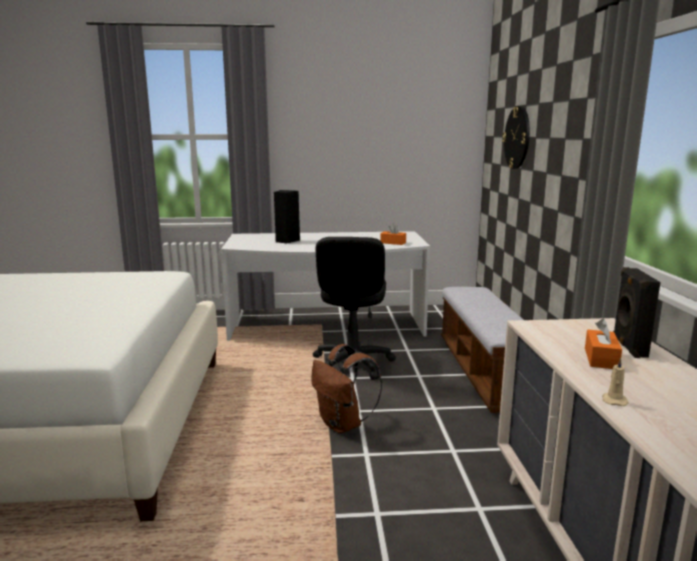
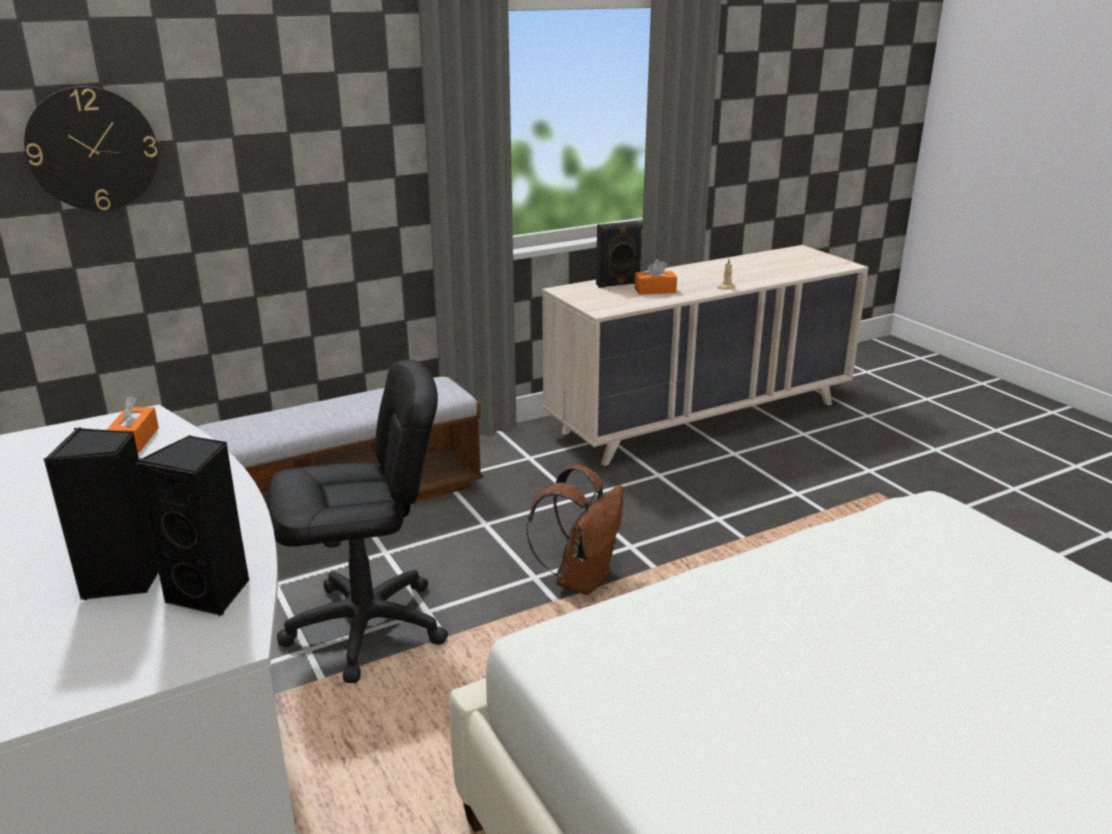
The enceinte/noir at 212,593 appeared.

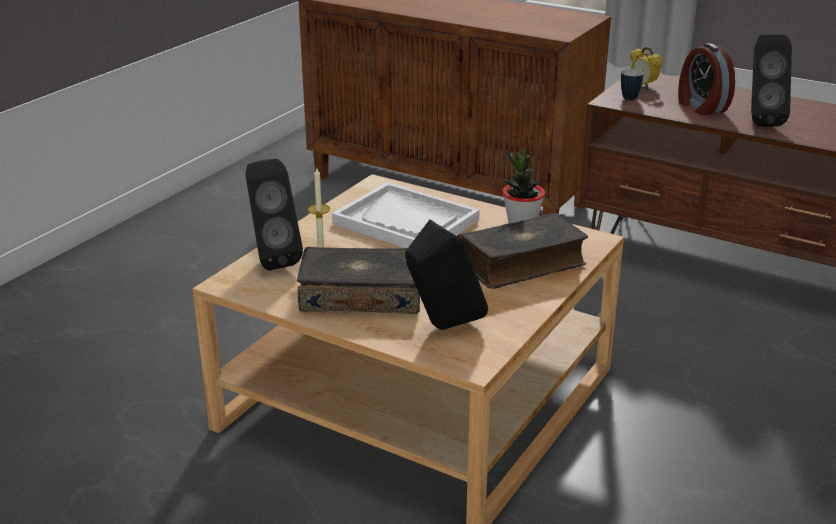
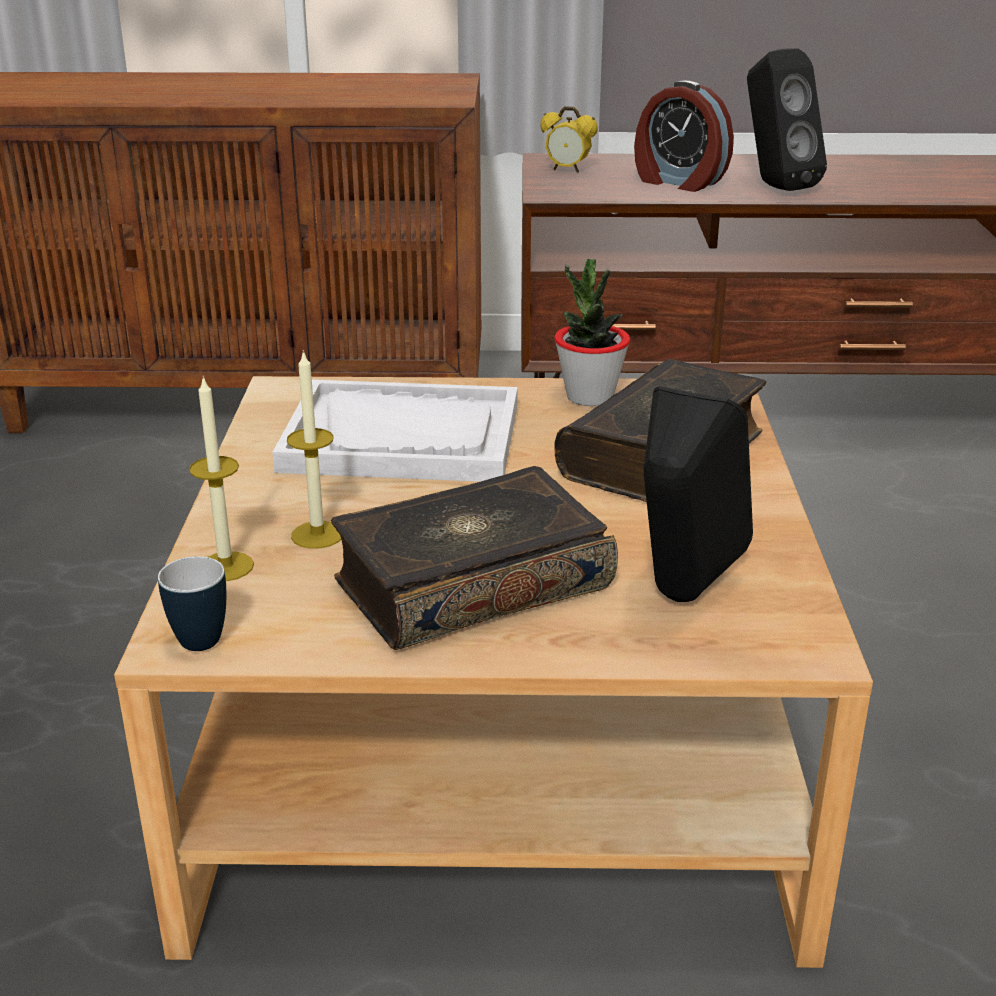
The mug moved from 629,97 to 198,635. The enceinte/noir at 271,259 was replaced by the bougie at 226,566.

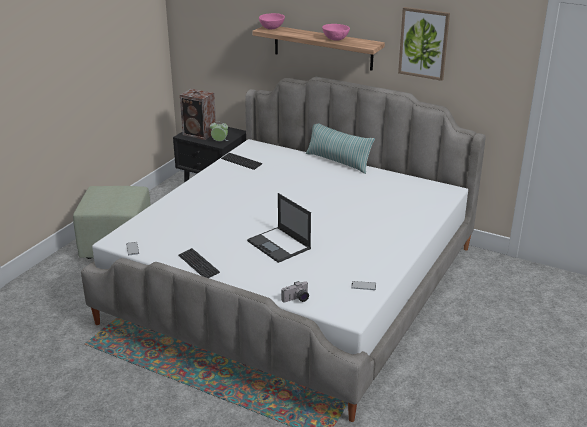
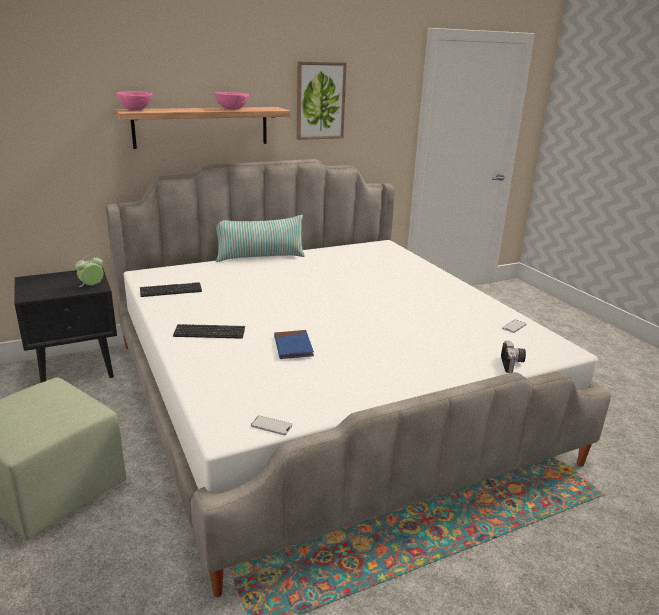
The clavier moved from 198,264 to 209,333. The livre/bleu at 293,347 appeared. The enceinte at 200,134 disappeared. The ordinateur portable at 279,245 disappeared.

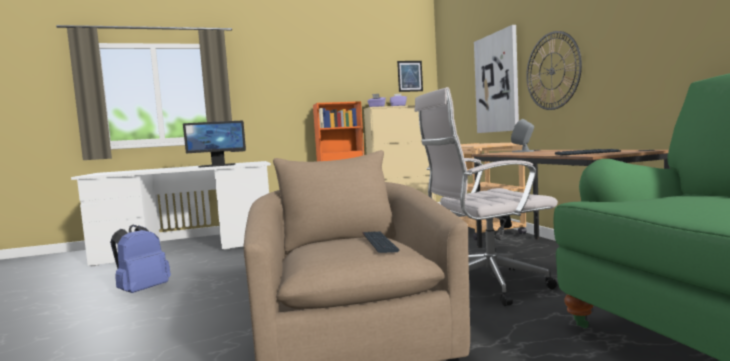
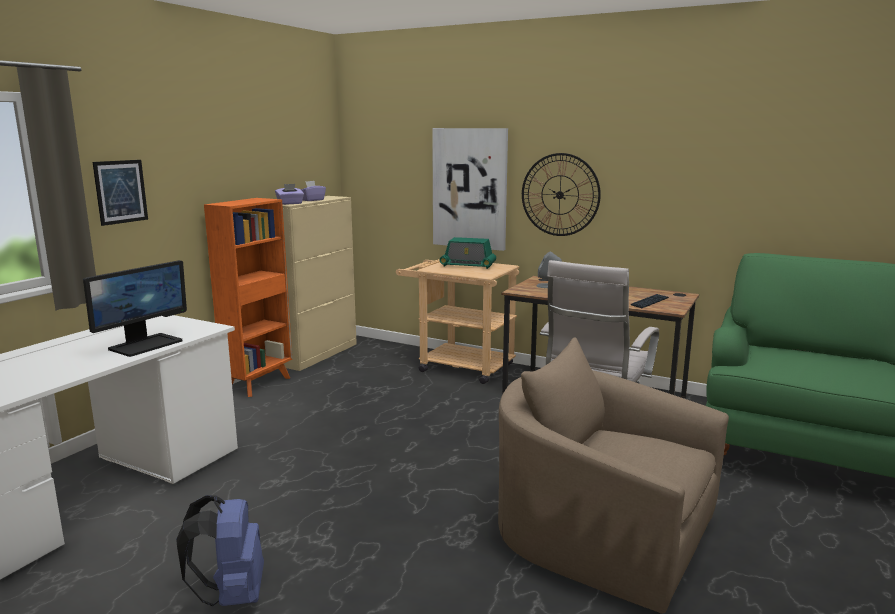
The tableau moved from 410,76 to 121,191. The radio at 468,265 appeared. The clavier at 379,243 disappeared.

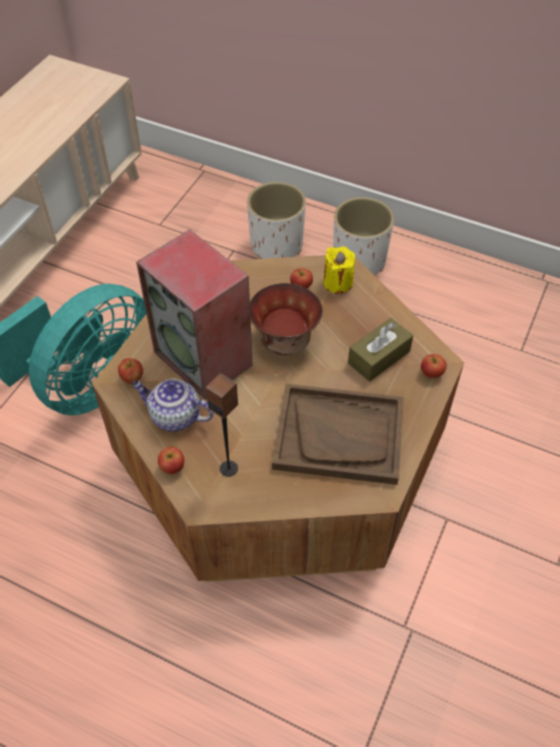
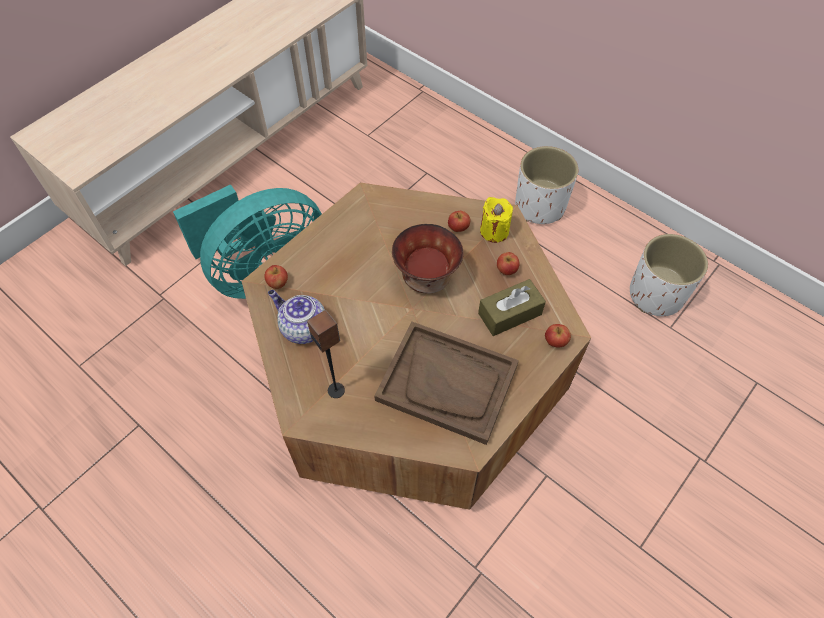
The pomme moved from 172,467 to 506,270. The cache-pot/blanc moved from 276,245 to 656,294. The enceinte at 205,358 disappeared.

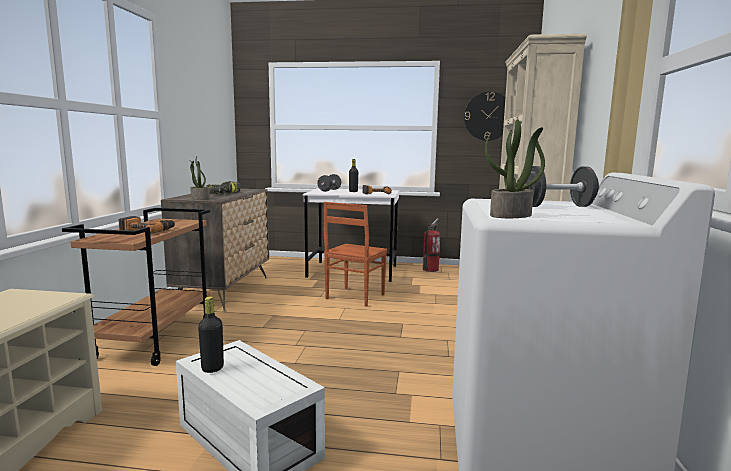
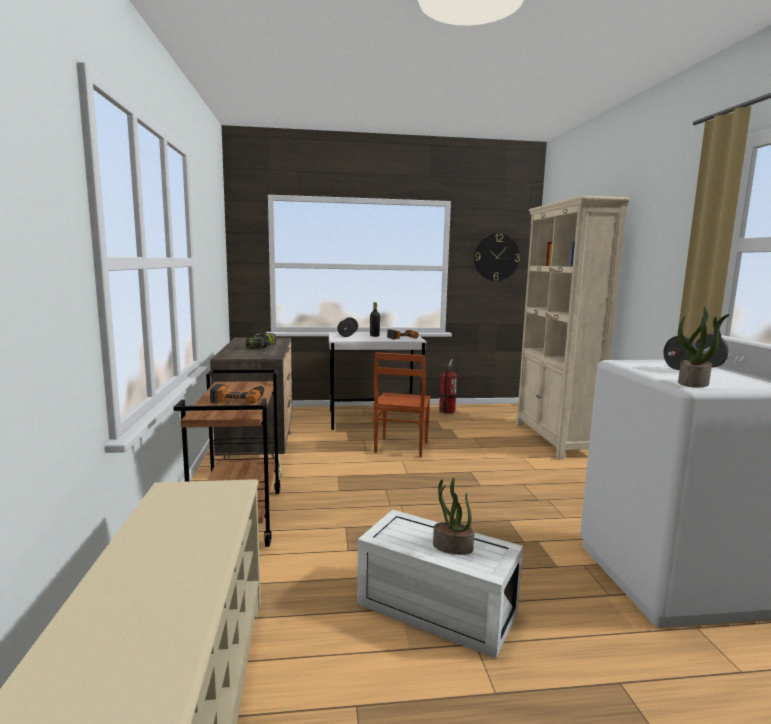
The plante en pot moved from 199,198 to 452,547. The bouteille/noir at 212,368 disappeared.

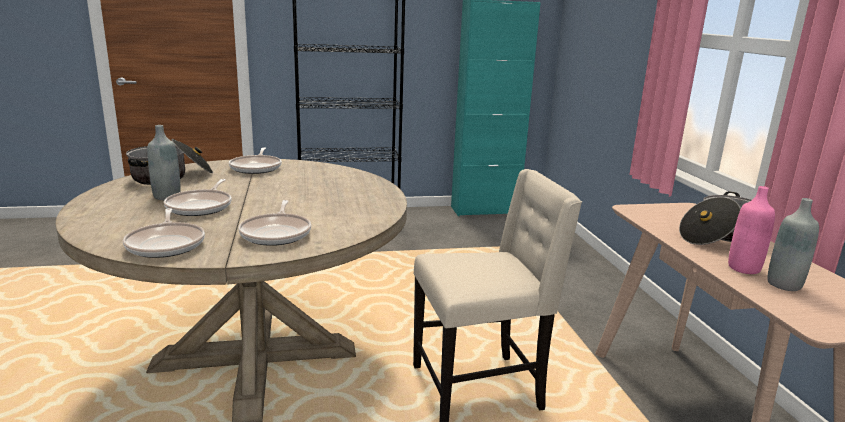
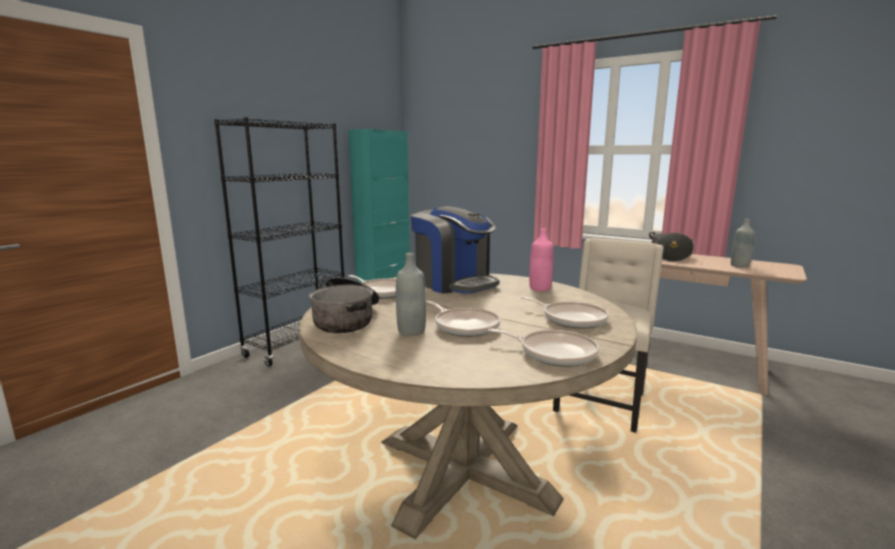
The machine à café at 454,283 appeared. The bouteille/rose moved from 743,268 to 540,288.

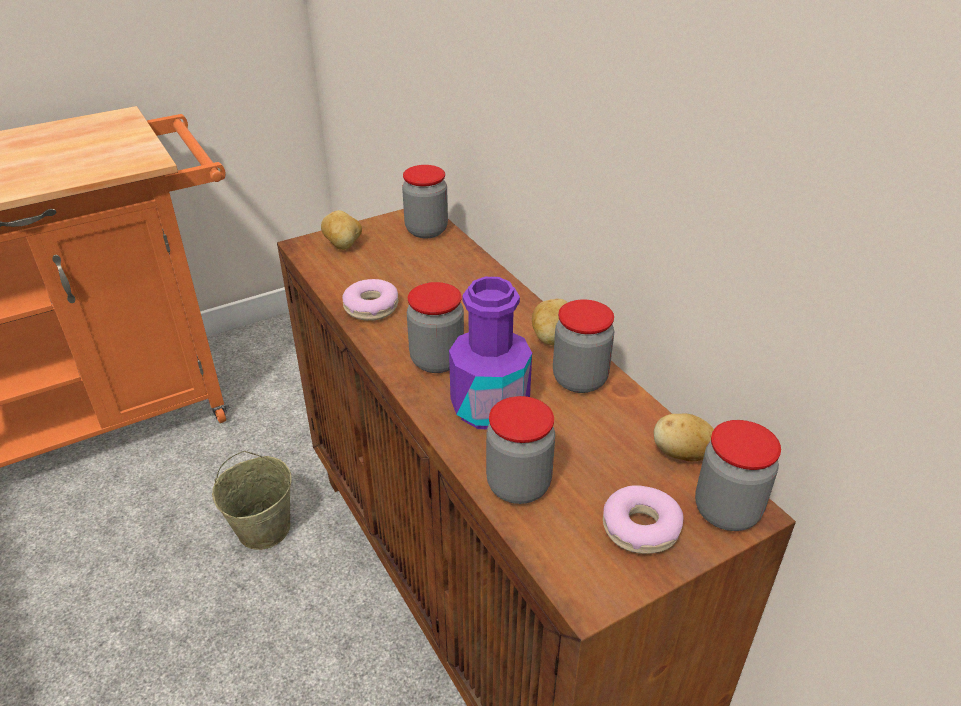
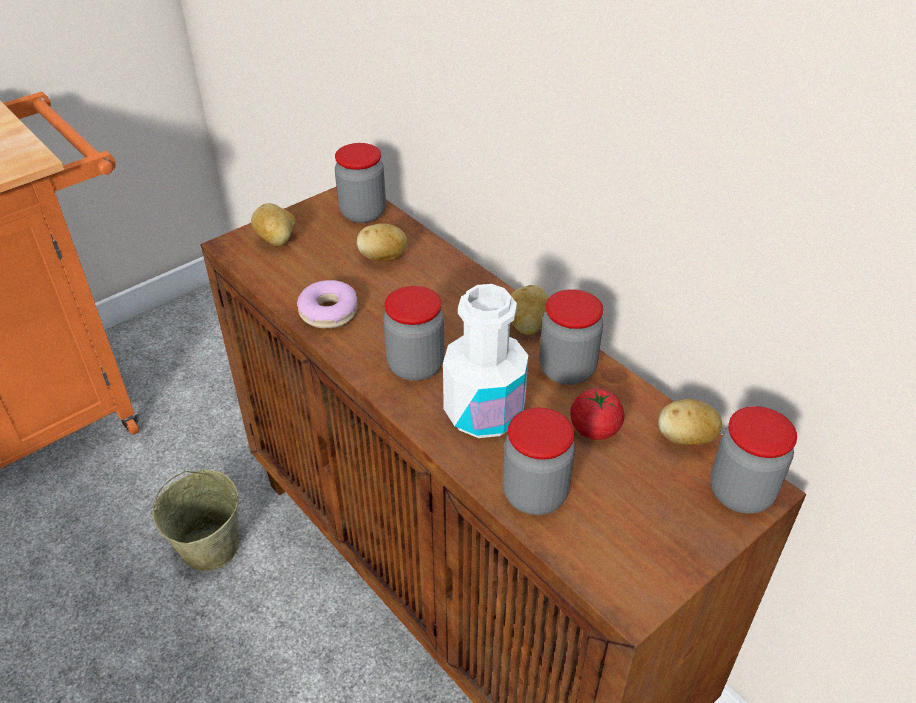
The pomme de terre at 383,258 appeared. The bouteille/violet at 490,407 became the bouteille/blanc at 484,412. The tomate at 594,429 appeared. The beignet at 641,528 disappeared.

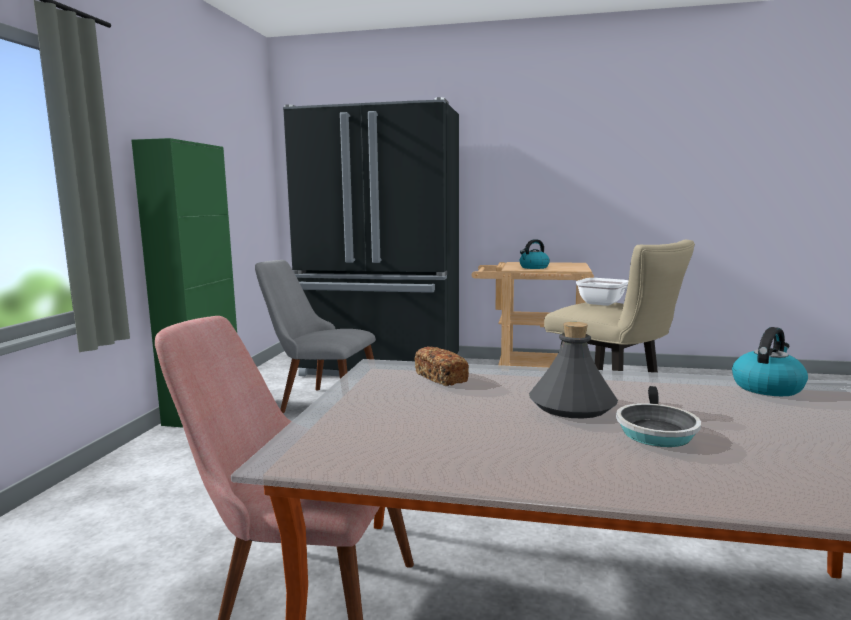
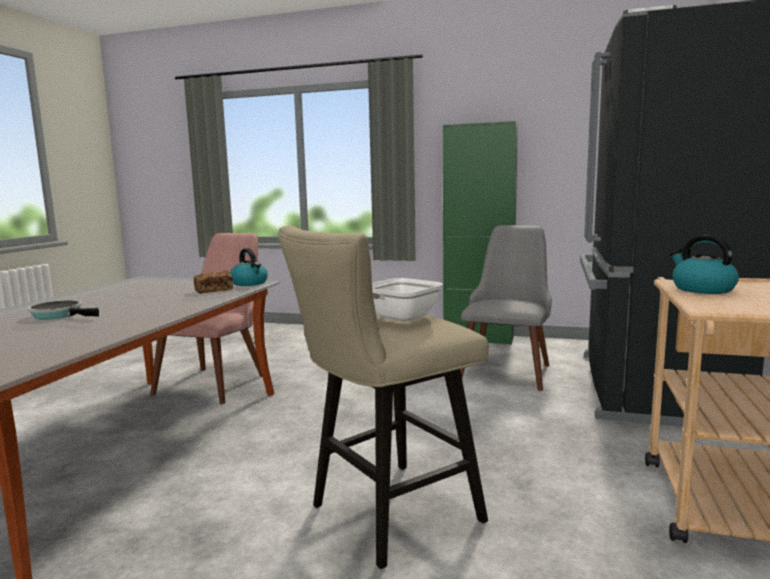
The bouilloire moved from 767,387 to 250,283. The bouteille/gris at 572,406 disappeared.

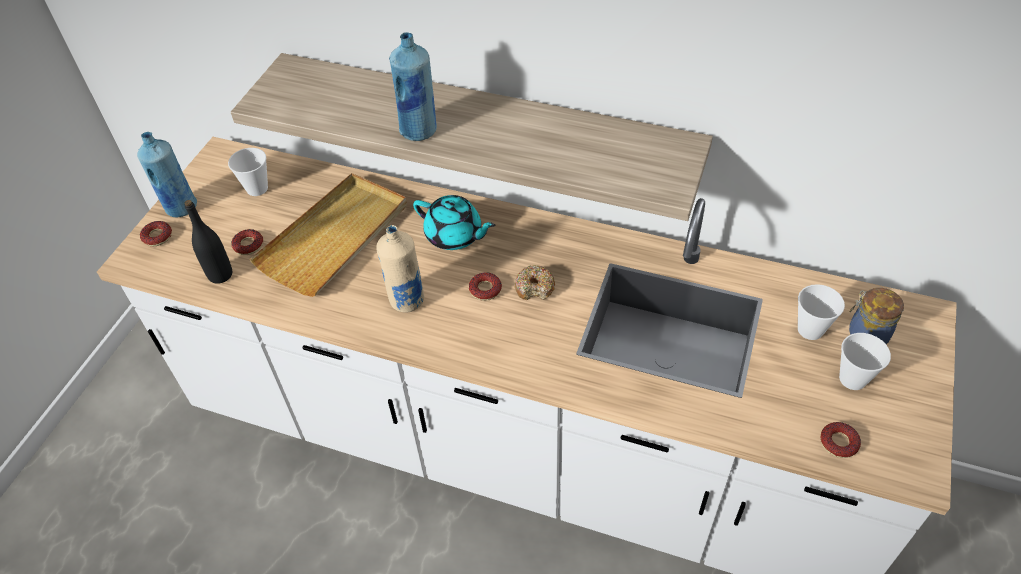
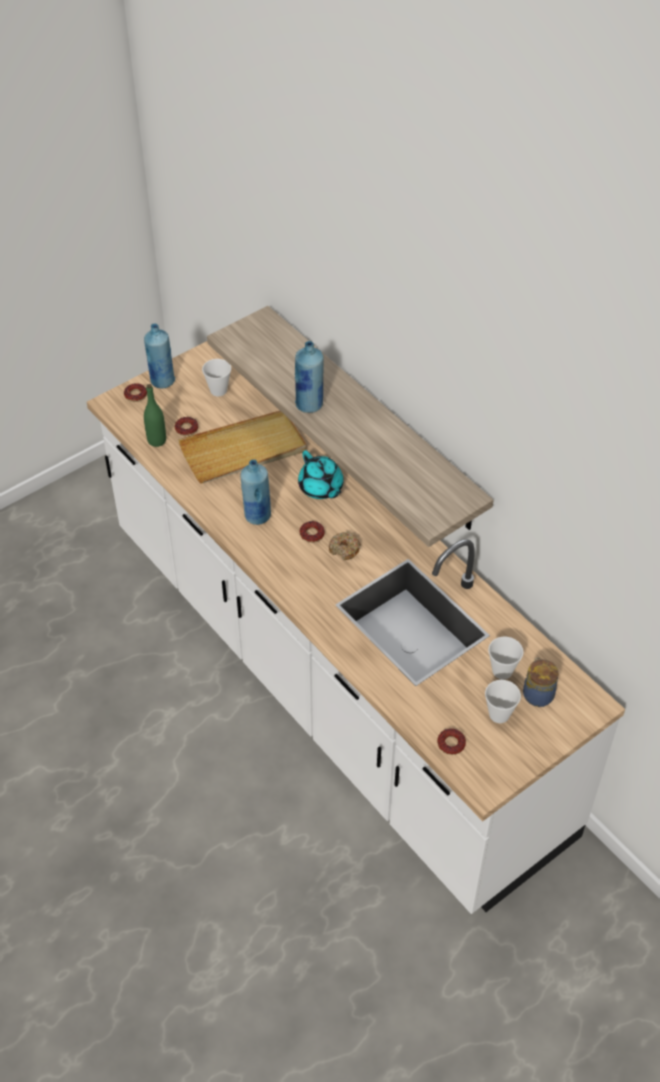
The bouteille/noir at 220,275 became the bouteille/vert at 157,440. The bouteille/beige at 406,301 became the bouteille/bleu at 257,516.

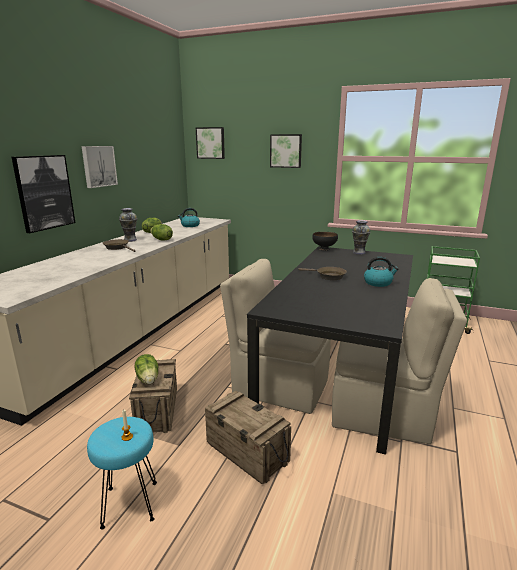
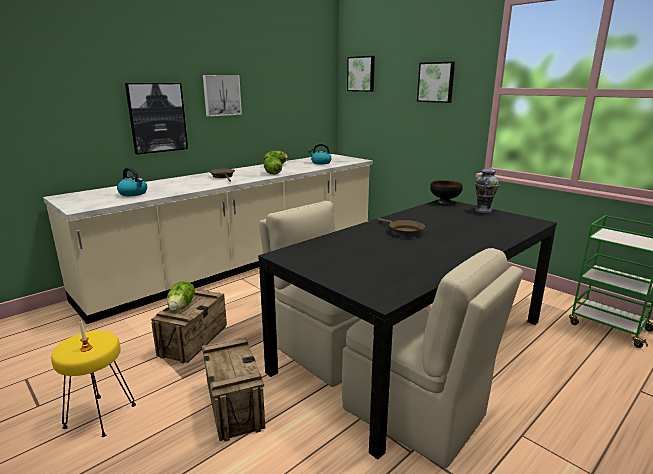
The tabouret/turquoise at 129,504 became the tabouret/jaune at 100,415. The bouilloire moved from 378,283 to 133,193. The vase at 130,240 disappeared.

